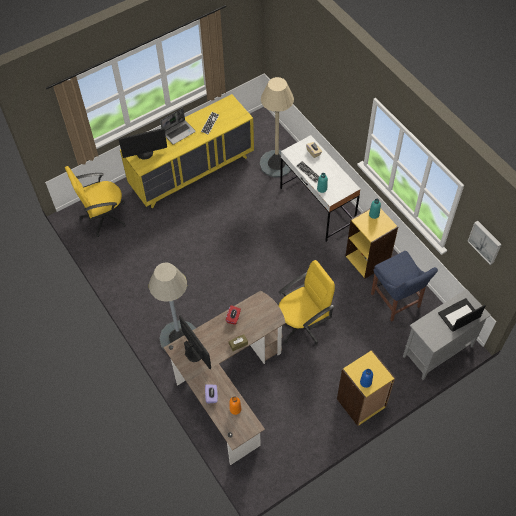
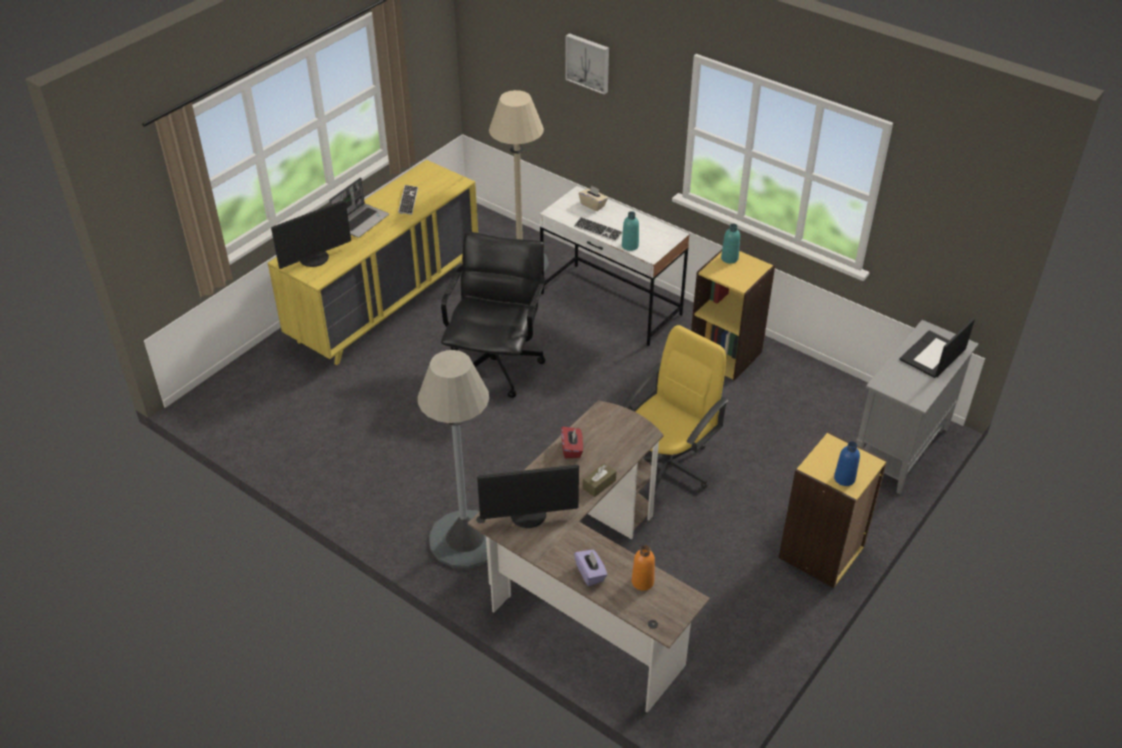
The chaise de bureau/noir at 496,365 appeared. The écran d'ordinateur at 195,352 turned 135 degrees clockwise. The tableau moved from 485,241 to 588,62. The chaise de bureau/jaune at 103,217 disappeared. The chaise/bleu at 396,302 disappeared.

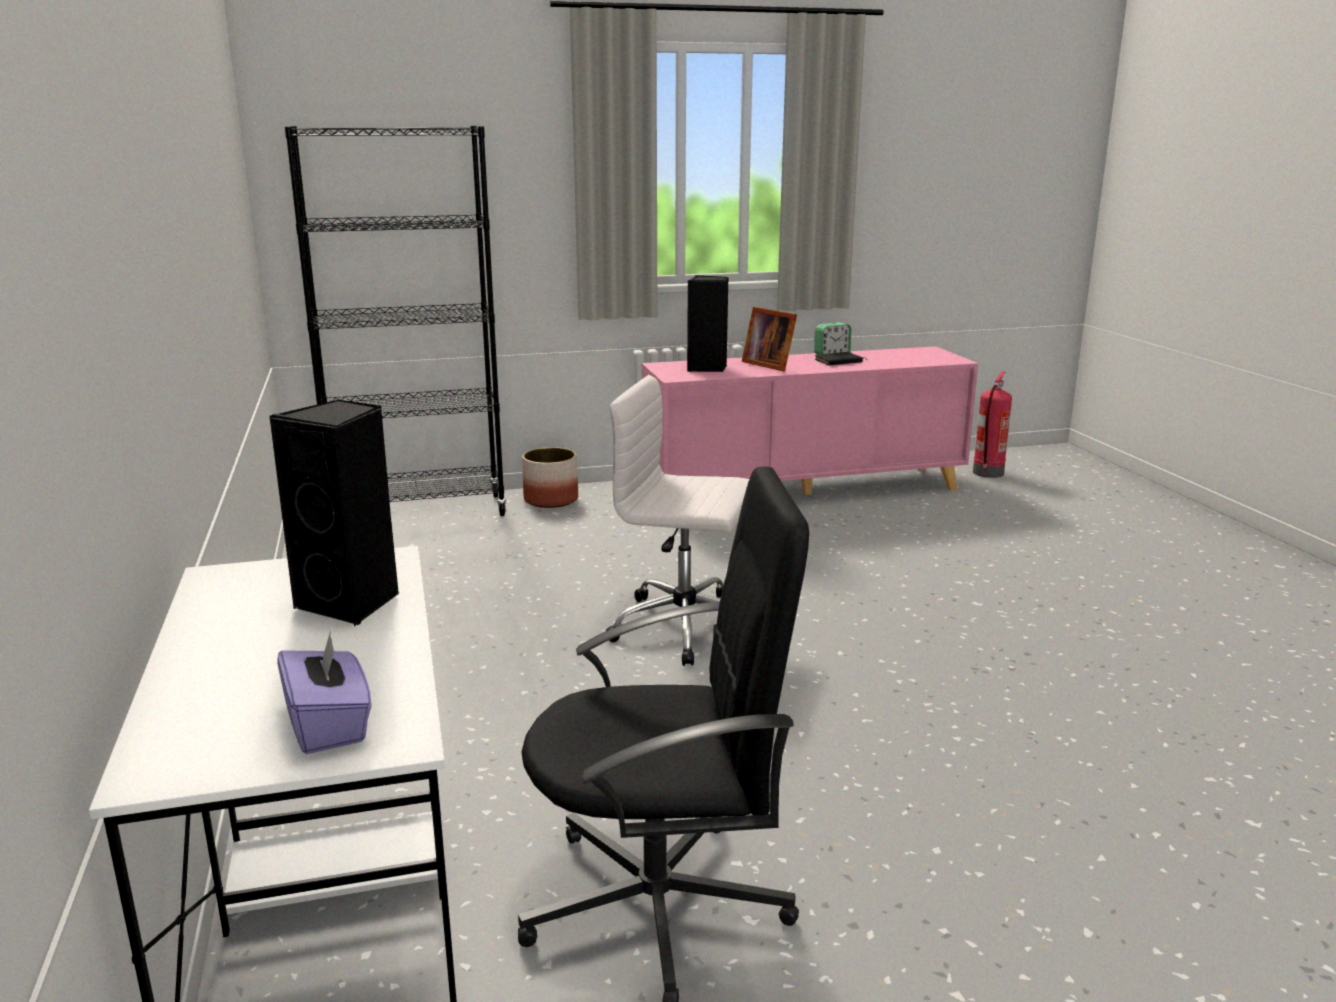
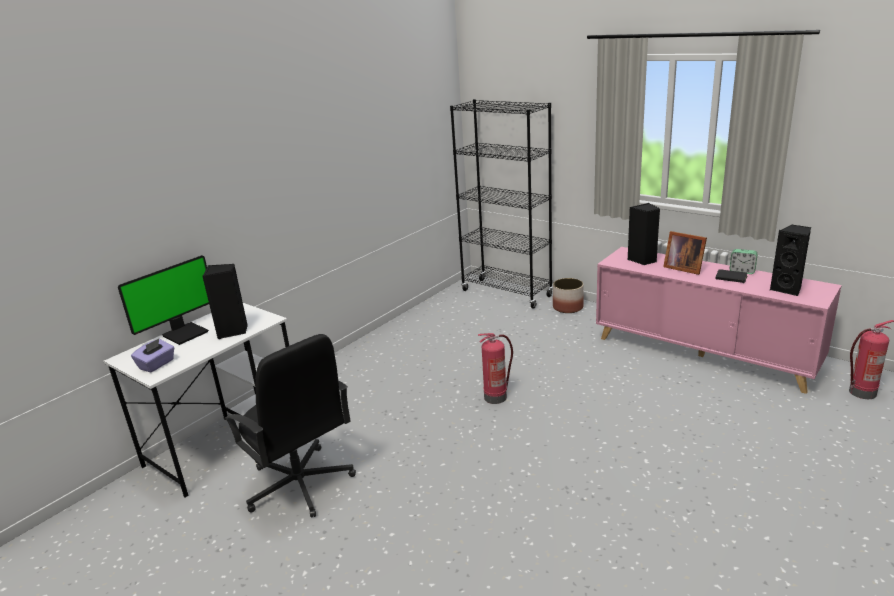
The écran d'ordinateur at 185,333 appeared. The chaise de bureau/blanc at 687,627 was replaced by the extincteur at 496,397. The cadre photo at 769,365 turned 60 degrees counterclockwise. The enceinte/noir at 788,289 appeared.

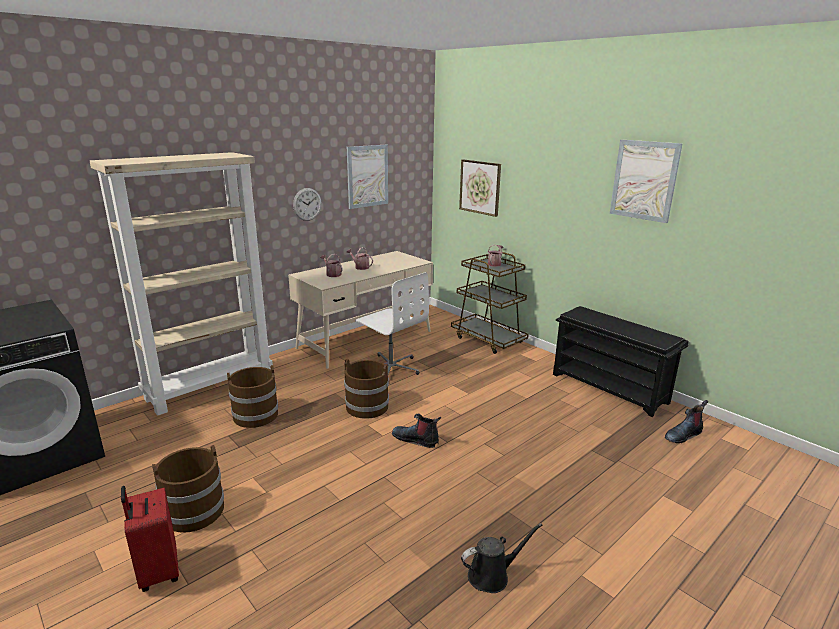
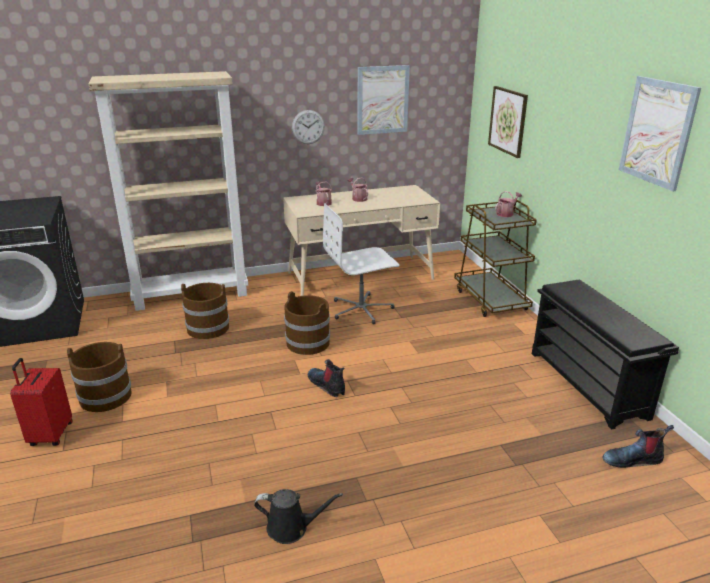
The chaise de bureau/blanc at 391,367 turned 90 degrees clockwise.

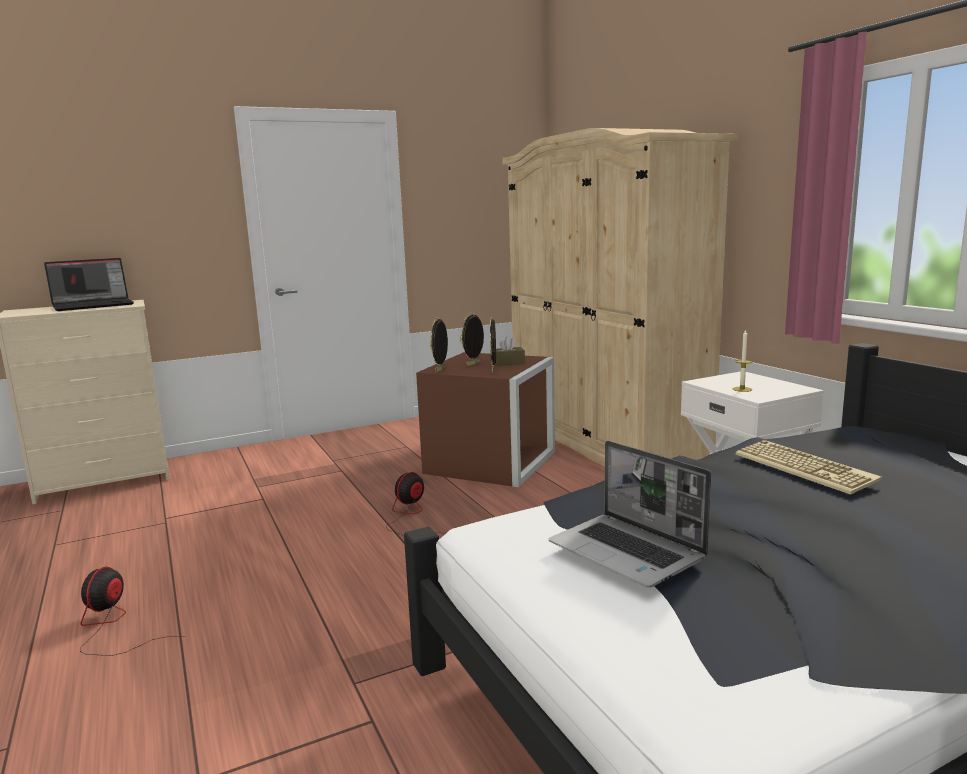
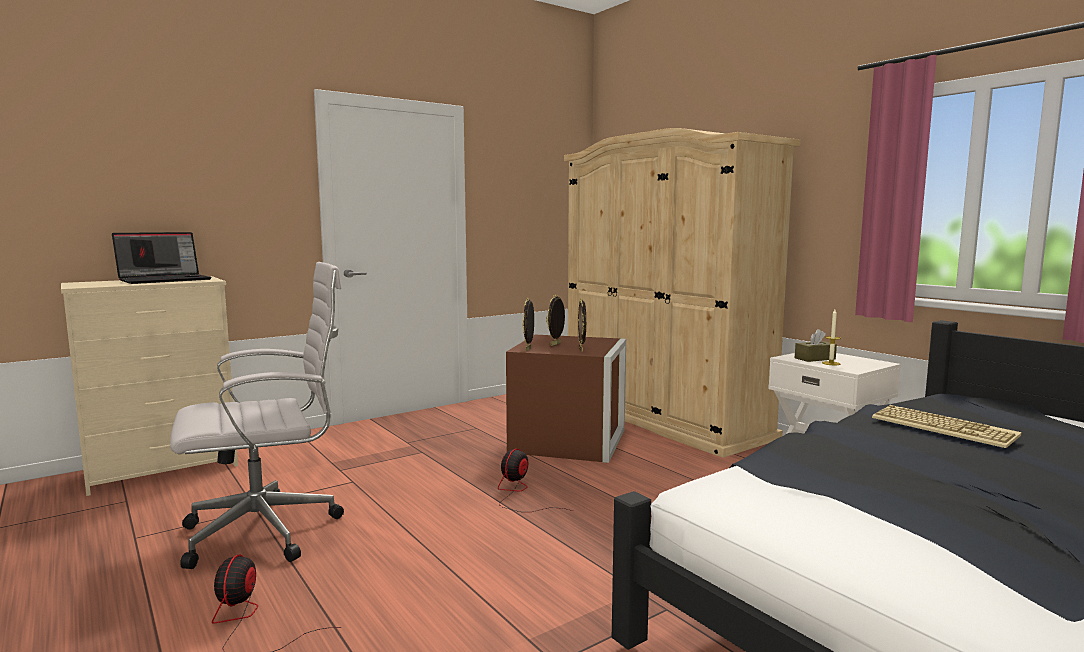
The chaise de bureau/blanc at 269,531 appeared. The boîte à mouchoirs/marron moved from 507,363 to 815,358. The ordinateur portable at 628,552 disappeared.

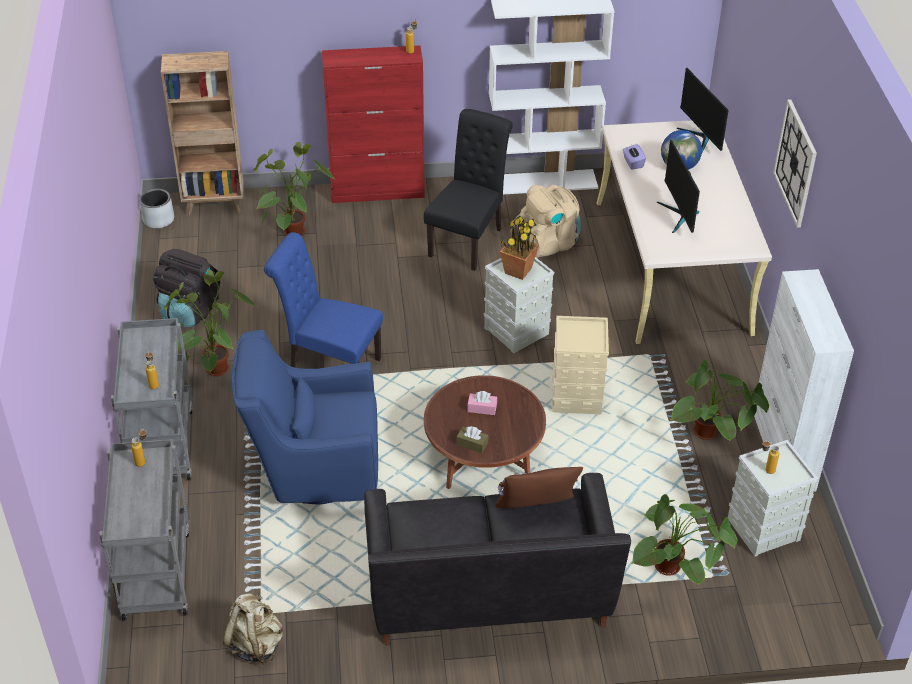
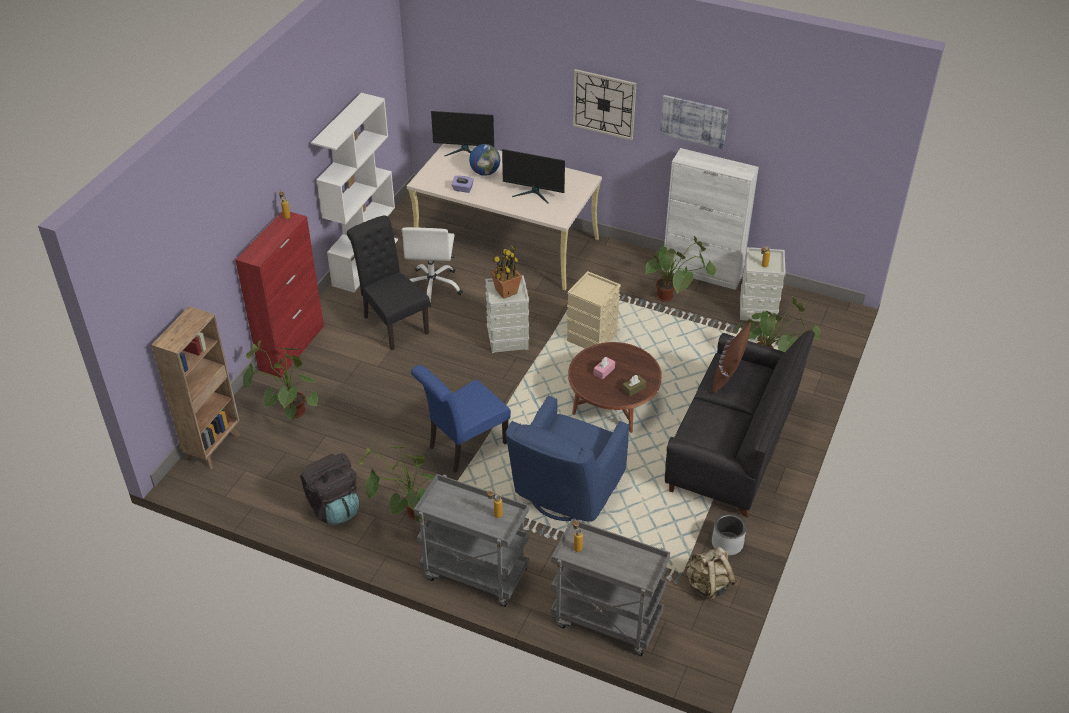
The sac à dos/beige at 548,243 was replaced by the chaise de bureau/blanc at 432,287. The tableau at 694,121 appeared. The cache-pot/gris moved from 158,220 to 727,544.

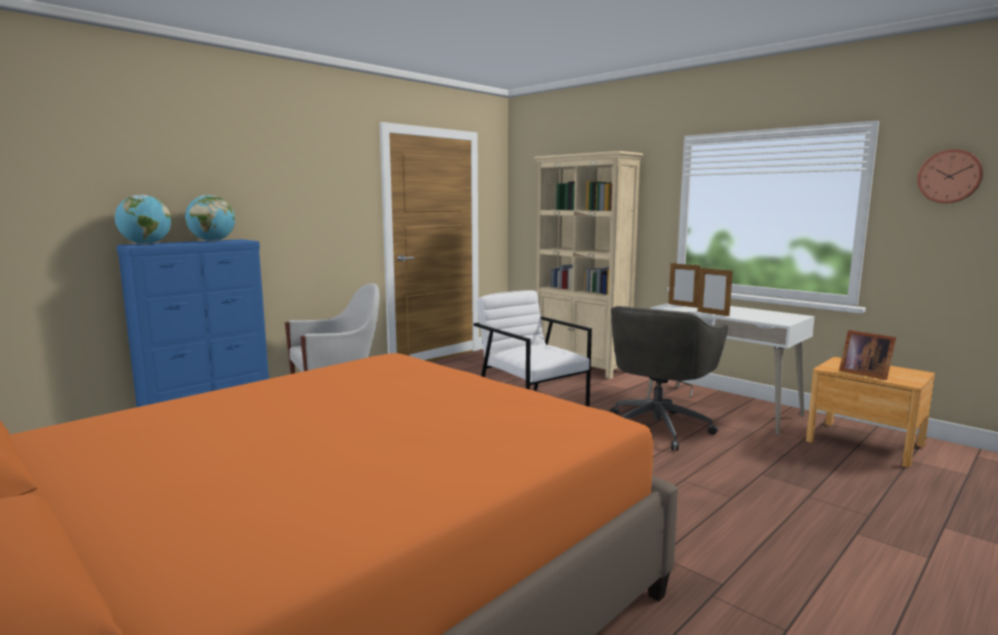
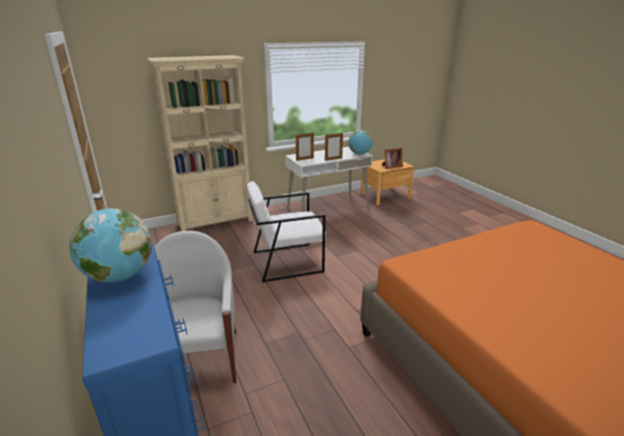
The globe moved from 146,244 to 359,154. The chaise de bureau/gris at 658,427 disappeared. The horloge murale at 950,176 disappeared.

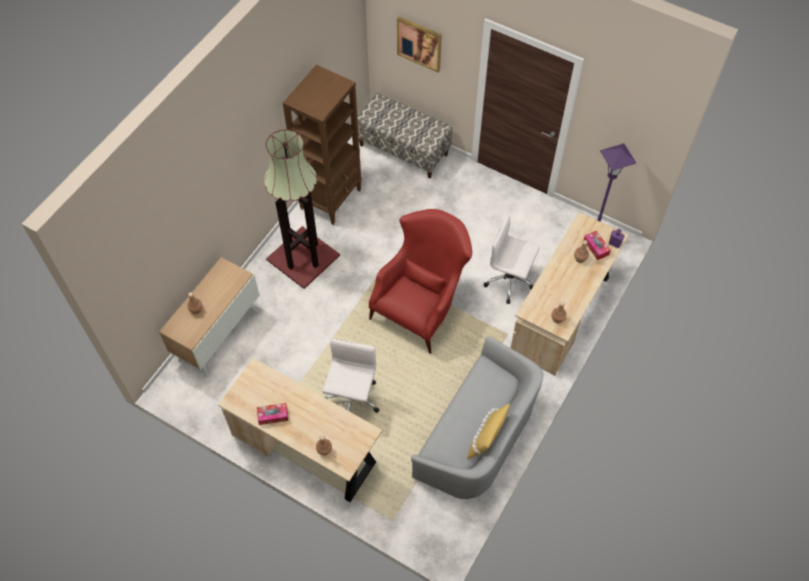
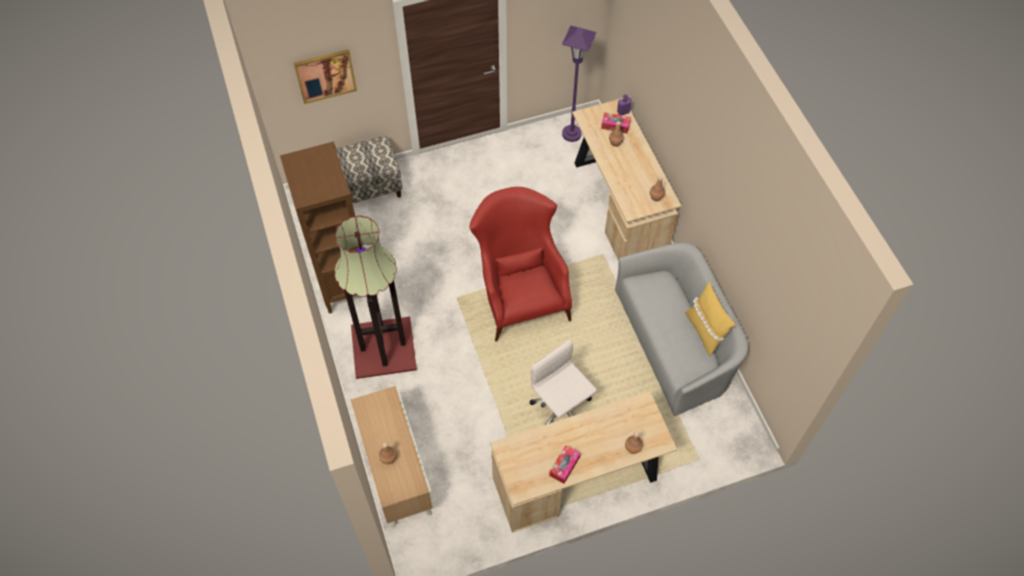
The chaise de bureau/blanc at 510,280 disappeared.

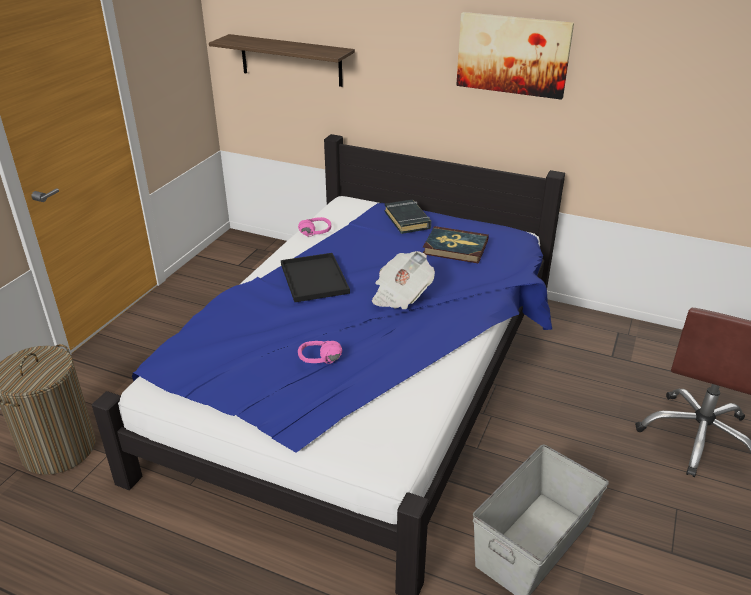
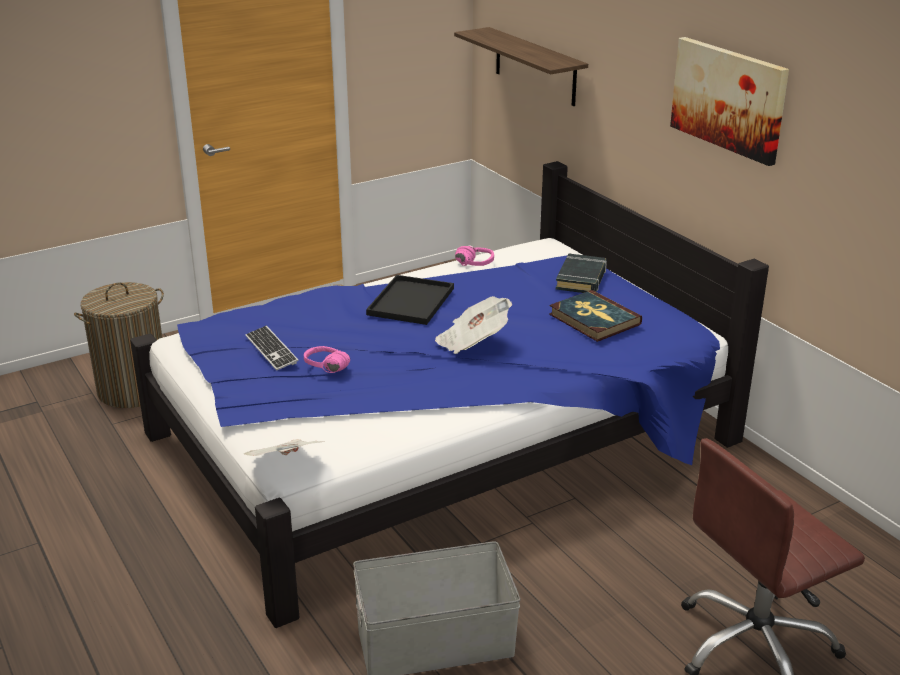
The journal at 286,465 appeared. The clavier at 271,350 appeared.

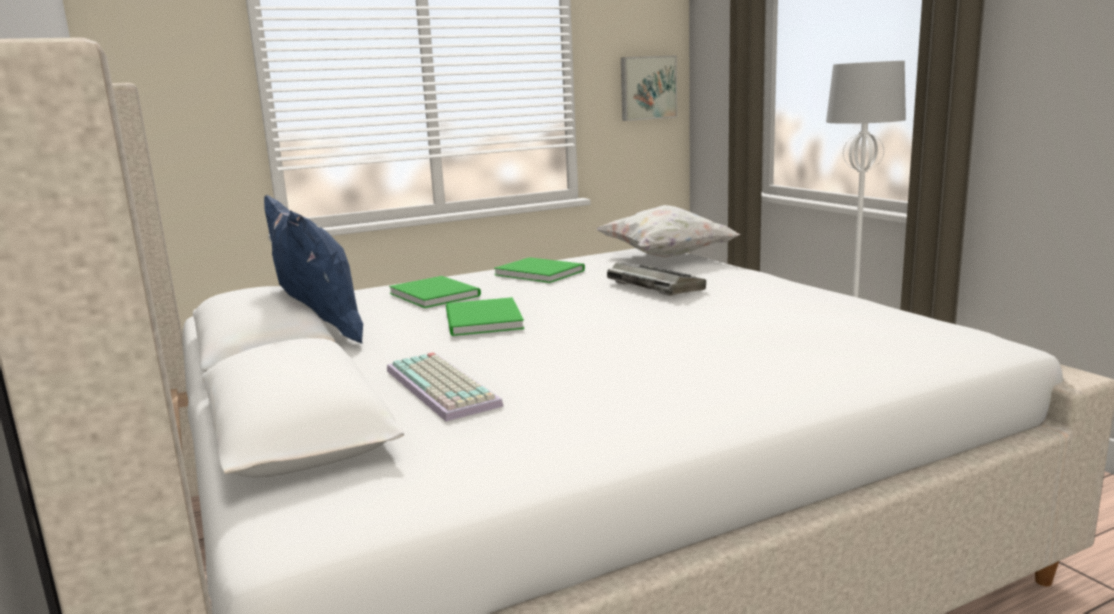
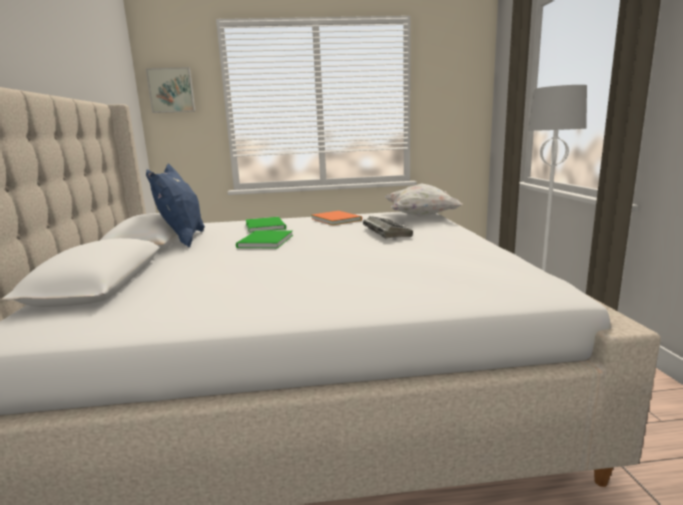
The tableau moved from 647,88 to 171,90. The livre/vert at 539,272 became the livre/orange at 336,219. The clavier at 445,387 disappeared.

